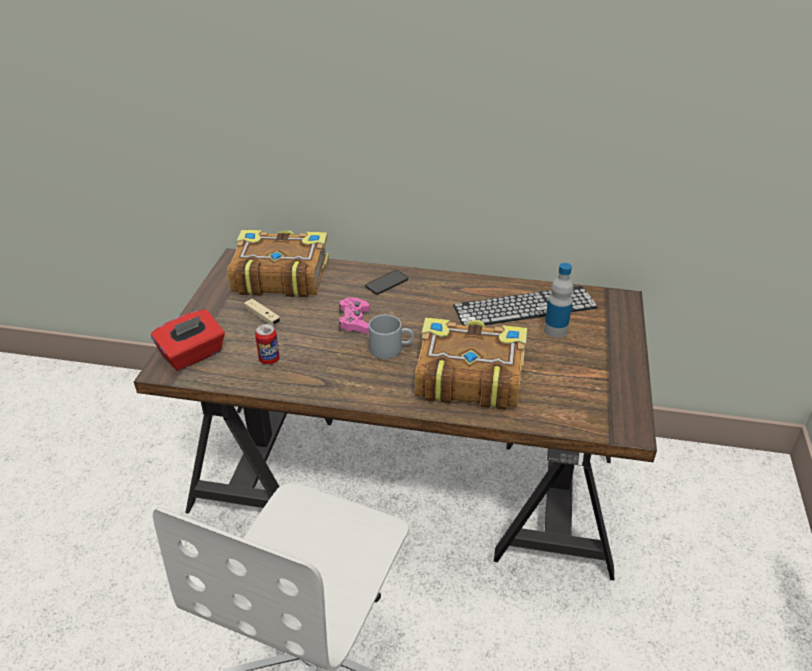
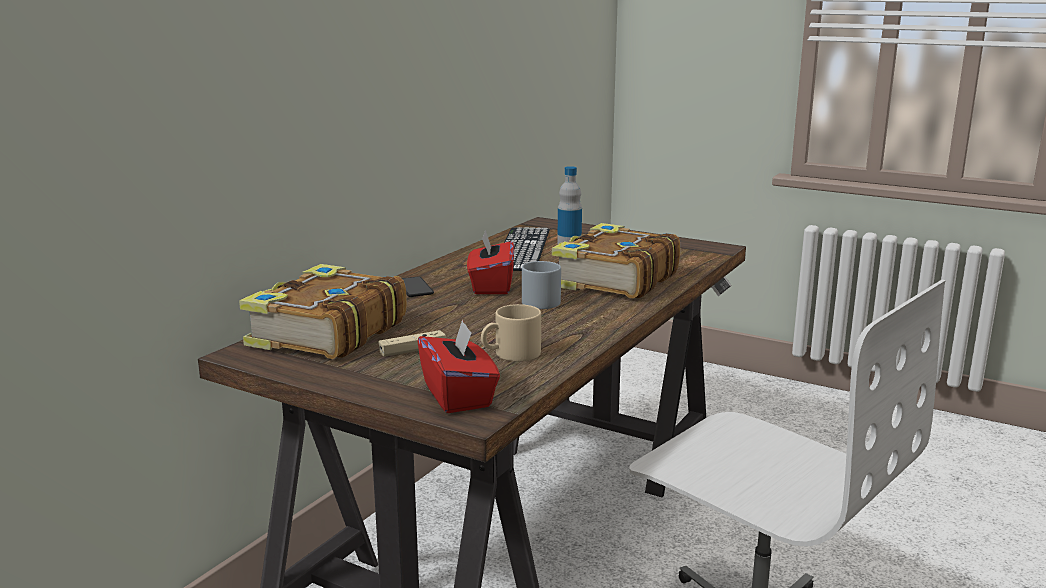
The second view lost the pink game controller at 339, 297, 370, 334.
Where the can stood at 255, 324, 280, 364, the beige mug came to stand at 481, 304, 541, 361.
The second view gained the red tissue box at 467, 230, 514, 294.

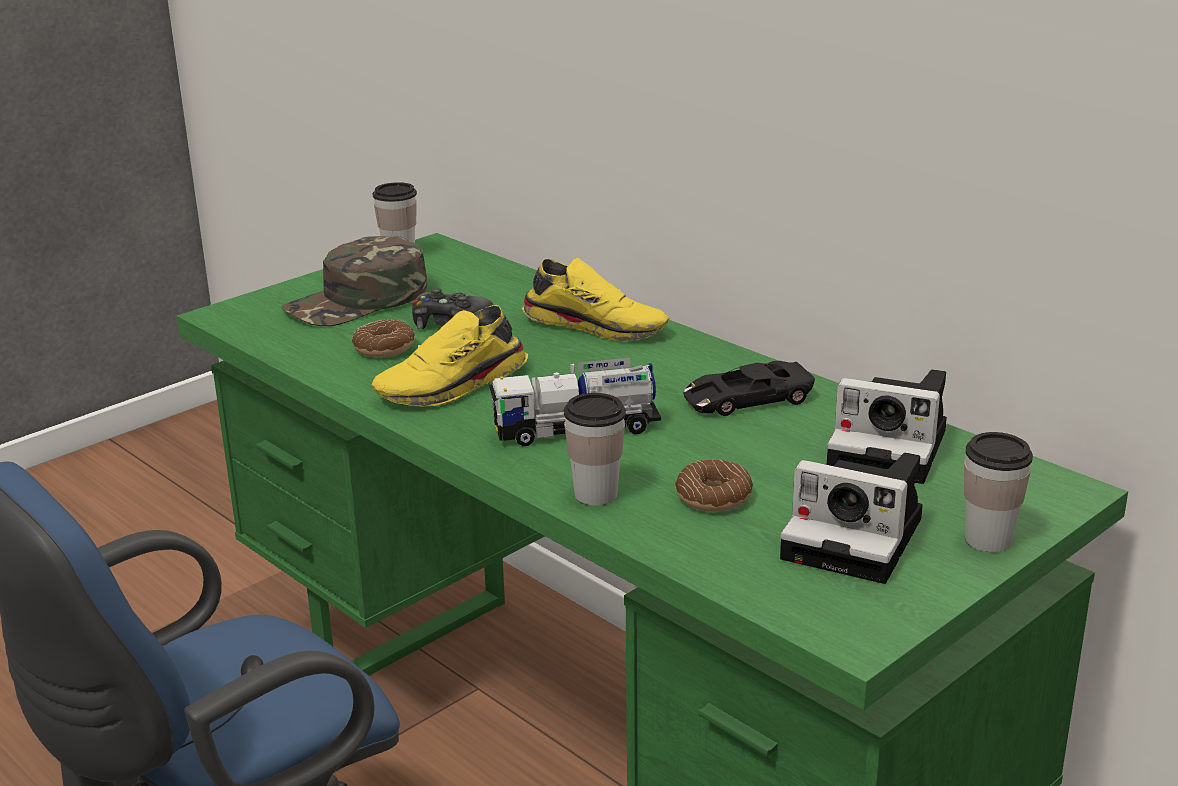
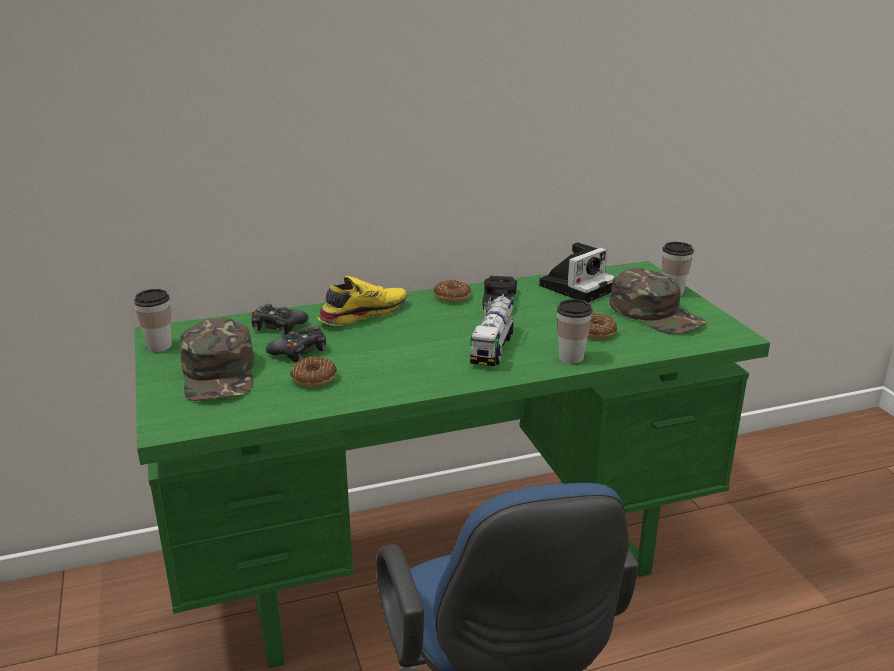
The second view lost the yellow shoe at 371, 305, 528, 407.
Where the photo camera stood at 780, 452, 923, 584, the green cap came to stand at 610, 268, 707, 334.
The second view gained the donut at 434, 280, 471, 302.
The second view gained the black game controller at 252, 304, 308, 335.

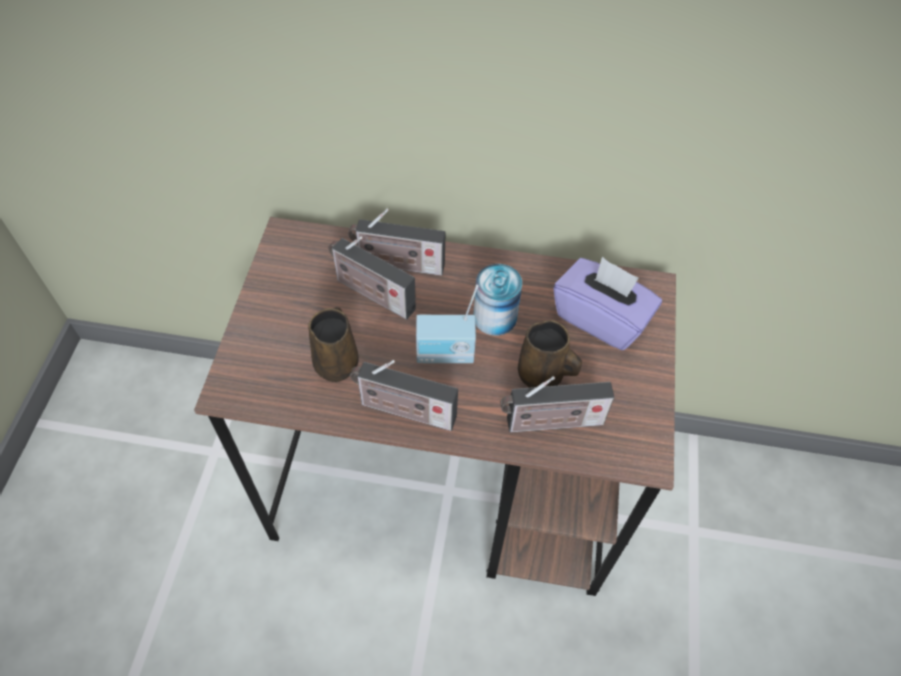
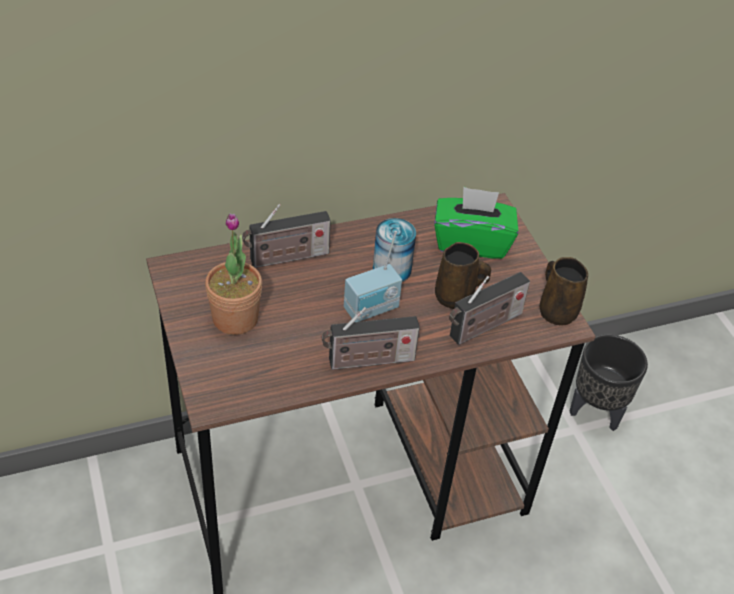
The second view lost the radio at 328, 236, 416, 320.
What was the purple tissue box at 554, 257, 662, 350 turned into the green tissue box at 434, 187, 518, 259.
The brown mug ended up elsewhere, having gone from 308, 307, 359, 382 to 540, 257, 588, 326.
The second view gained the potted plant at 205, 213, 262, 335.
The second view gained the black planter at 570, 334, 648, 431.

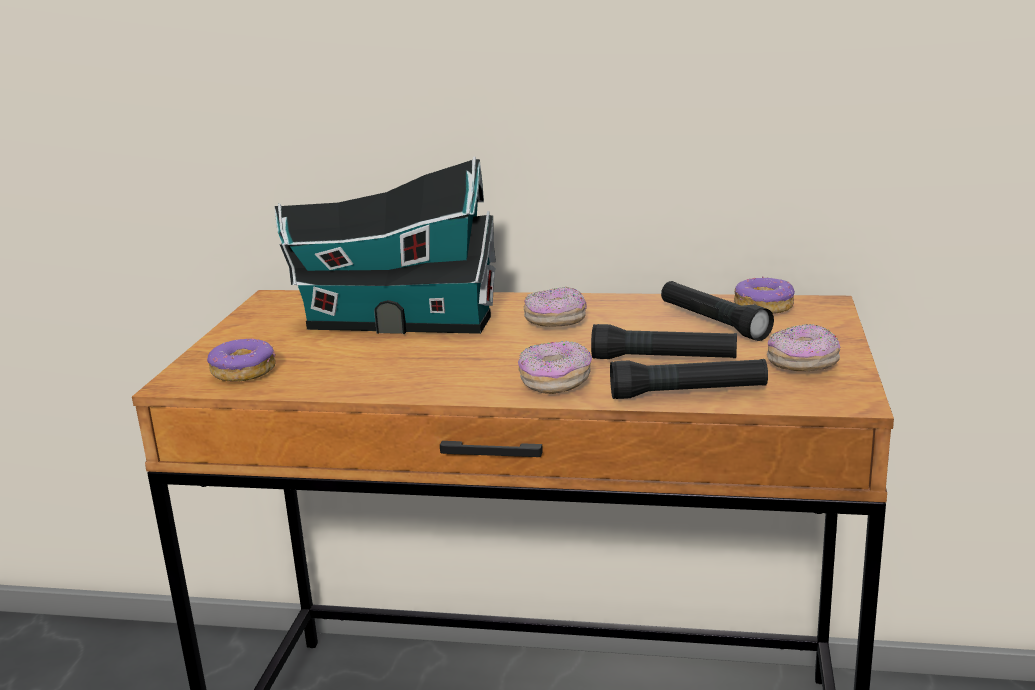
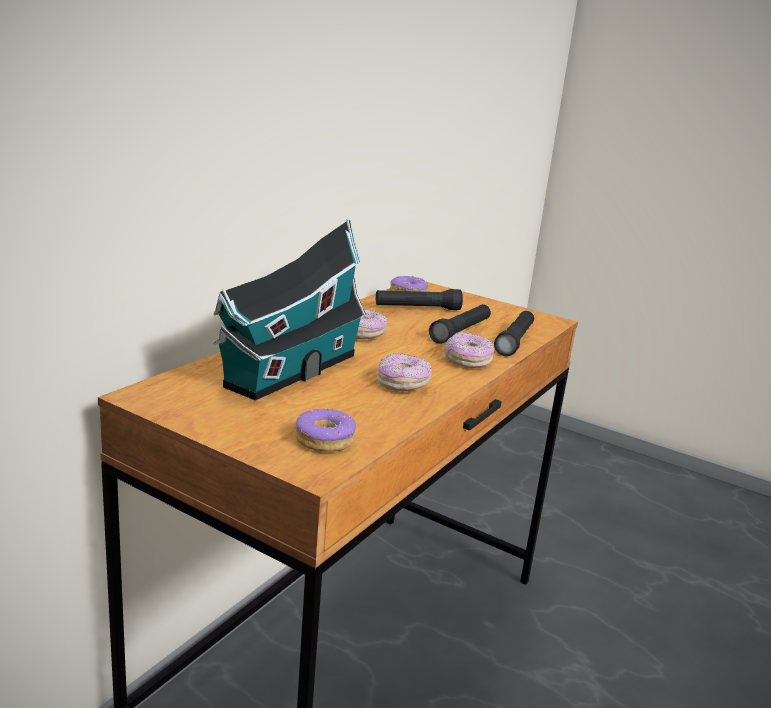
The donut ended up elsewhere, having gone from 767, 324, 841, 371 to 377, 353, 432, 391.

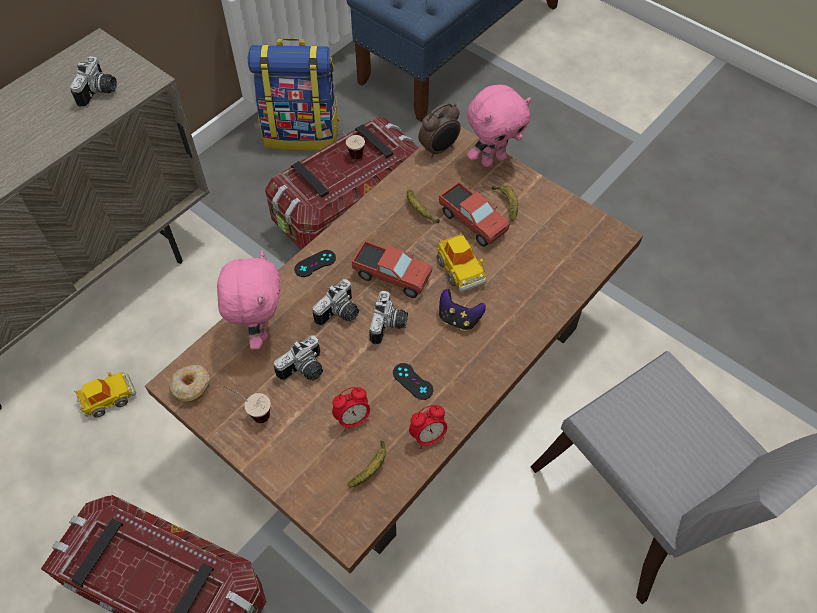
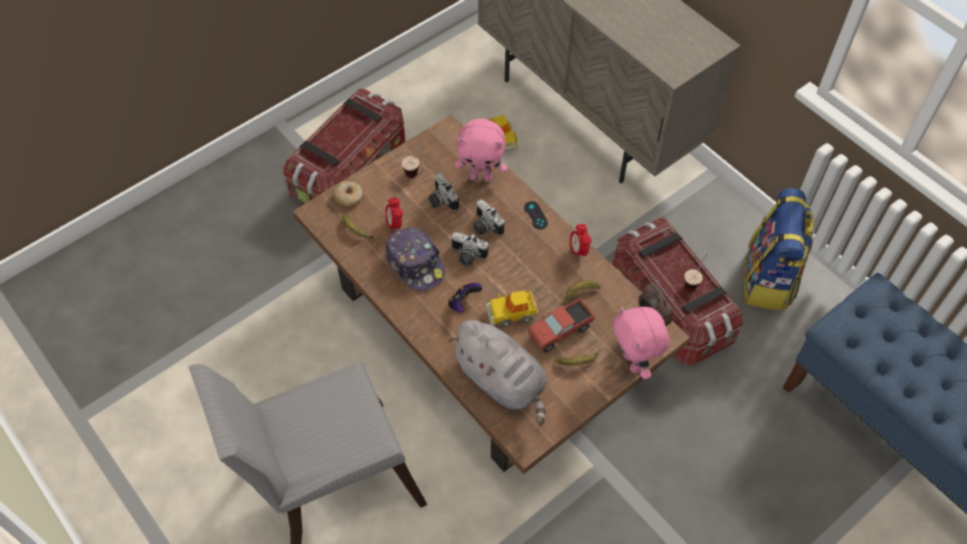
The second view lost the photo camera at 70, 56, 117, 108.
The second view lost the toy truck at 352, 241, 432, 298.
Where the black game controller stood at 393, 363, 433, 400, the cap came to stand at 385, 227, 445, 291.
The donut ended up elsewhere, having gone from 169, 365, 210, 404 to 333, 180, 363, 206.
The alarm clock ended up elsewhere, having gone from 409, 405, 447, 449 to 570, 224, 591, 260.
The second view gained the grey plush toy at 449, 320, 547, 425.

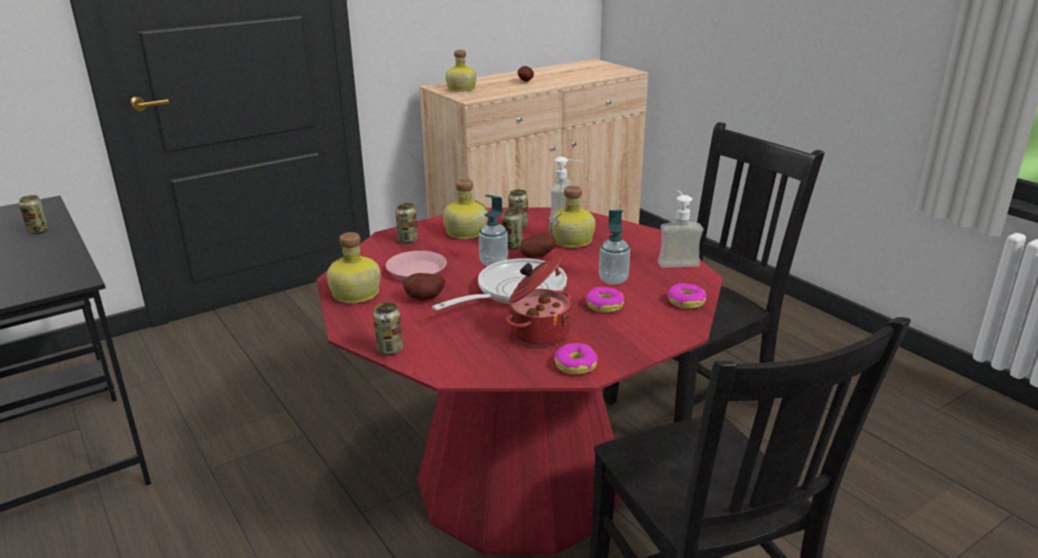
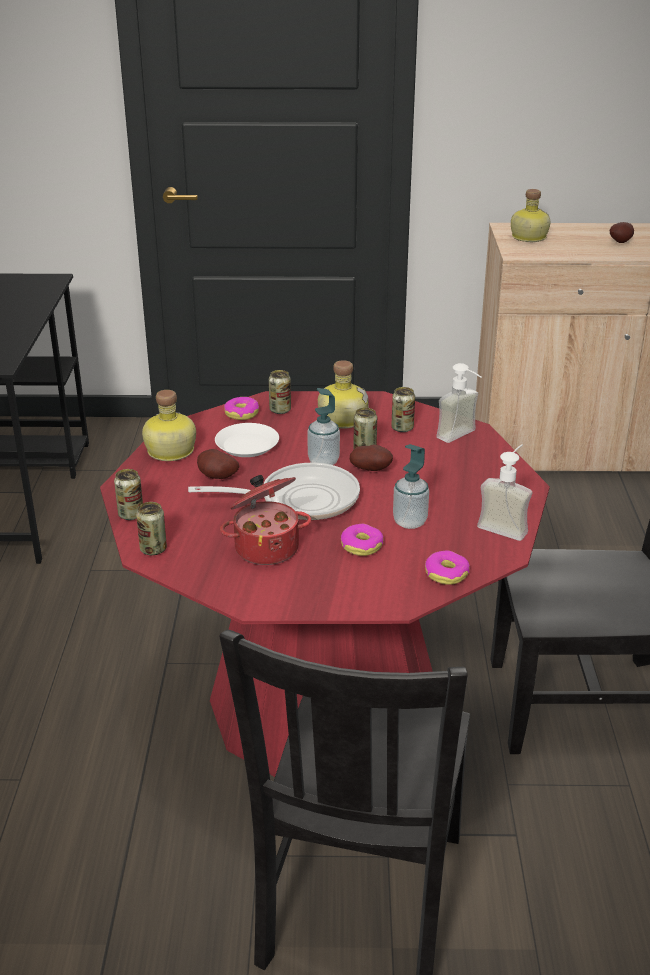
The second view lost the bottle at 549, 186, 596, 248.
The can ended up elsewhere, having gone from 19, 195, 49, 234 to 136, 502, 167, 555.
What was the pink plate at 386, 251, 447, 280 turned into the white plate at 215, 423, 279, 457.
The donut ended up elsewhere, having gone from 554, 343, 598, 375 to 224, 397, 259, 420.

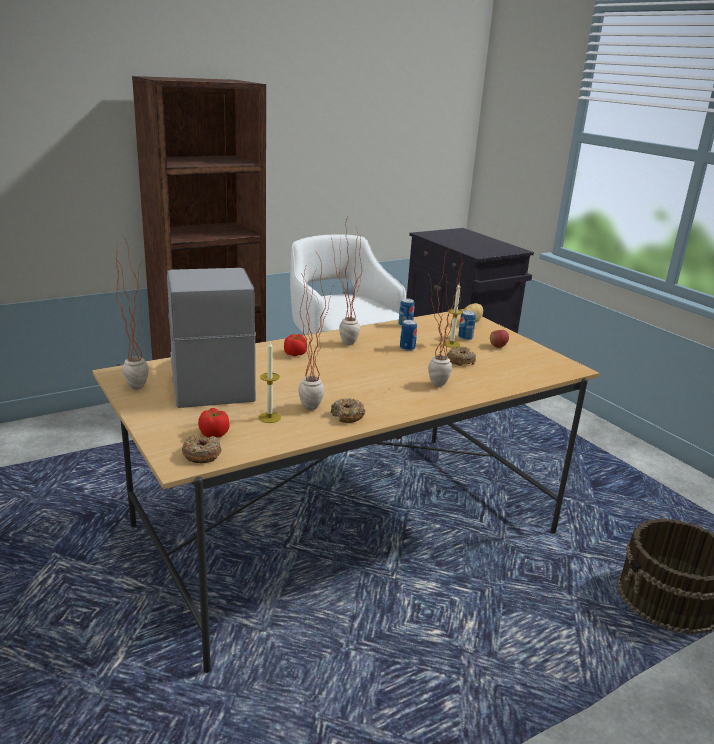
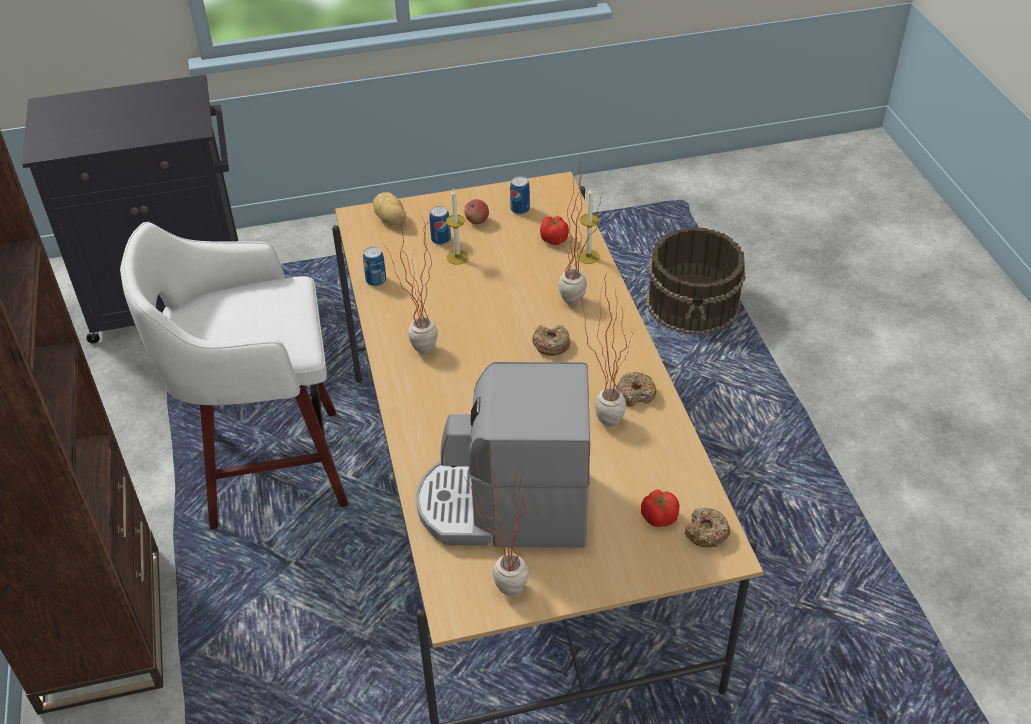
The can ended up elsewhere, having gone from 400, 320, 417, 351 to 510, 176, 530, 215.
The tomato ended up elsewhere, having gone from 284, 334, 306, 356 to 540, 216, 569, 245.
The candle ended up elsewhere, having gone from 259, 341, 281, 423 to 577, 188, 600, 264.
The donut ended up elsewhere, having gone from 447, 346, 476, 366 to 532, 325, 570, 356.

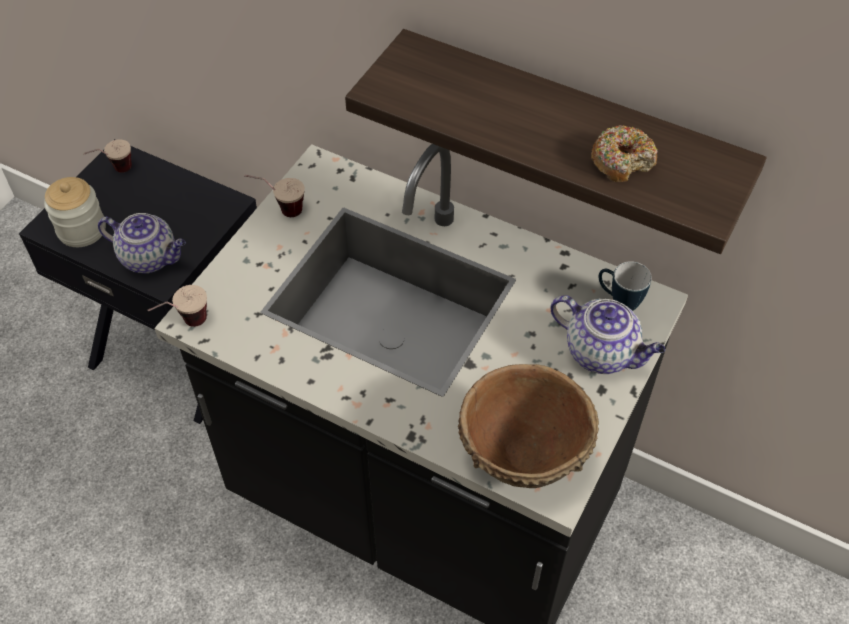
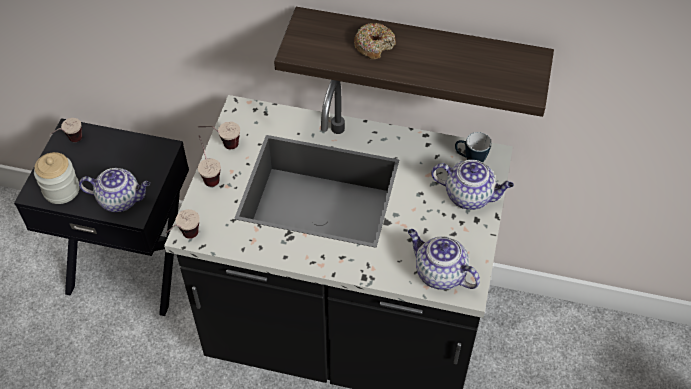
The donut ended up elsewhere, having gone from 591, 125, 658, 182 to 354, 23, 396, 60.
Where the brown bowl stood at 458, 364, 599, 488, the teapot came to stand at 408, 229, 480, 290.
The second view gained the cup at 198, 135, 221, 187.

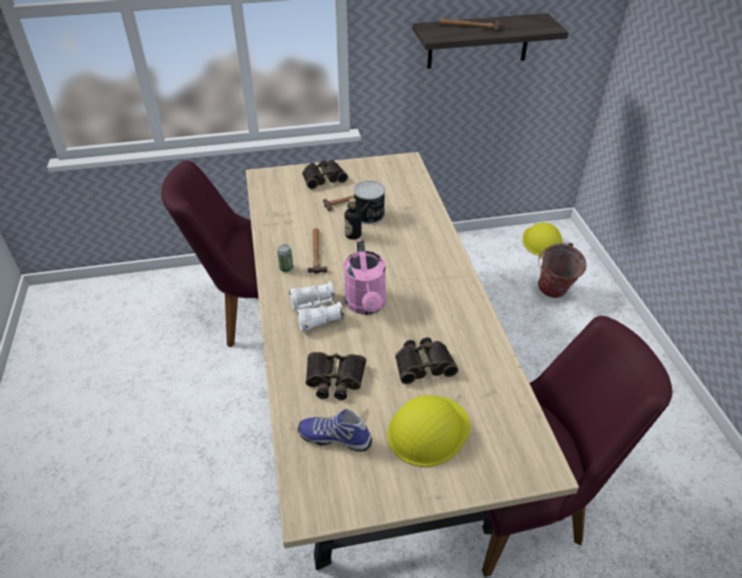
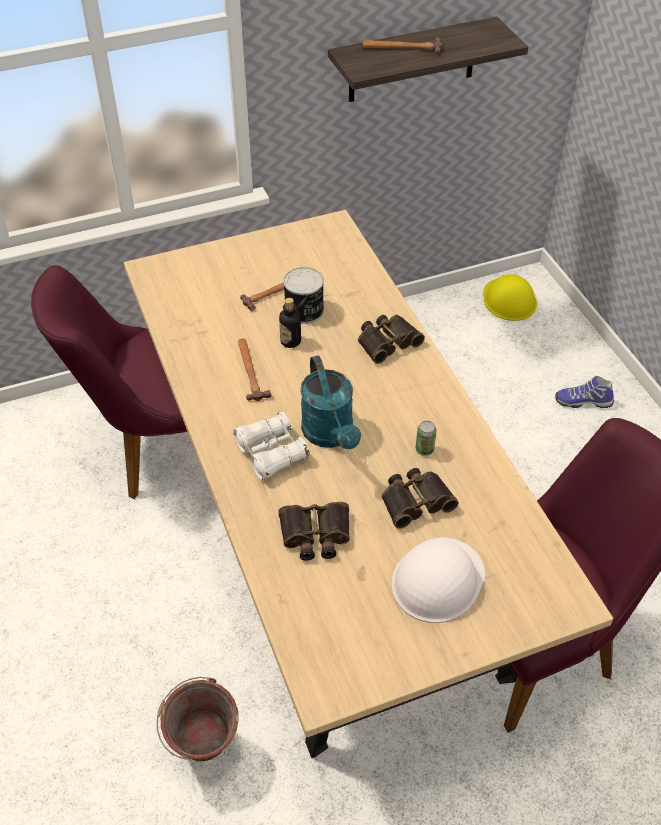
The binoculars ended up elsewhere, having gone from 302, 160, 348, 189 to 358, 315, 425, 364.
What was the pink watering can at 343, 239, 386, 315 turned into the turquoise watering can at 300, 355, 361, 449.
The bucket ended up elsewhere, having gone from 538, 243, 587, 298 to 157, 677, 239, 761.
The can ended up elsewhere, having gone from 277, 244, 293, 272 to 416, 421, 436, 456.
What was the yellow hard hat at 387, 395, 471, 467 turned into the white hard hat at 392, 538, 485, 623.
The shoe ended up elsewhere, having gone from 298, 409, 372, 451 to 555, 376, 614, 408.

